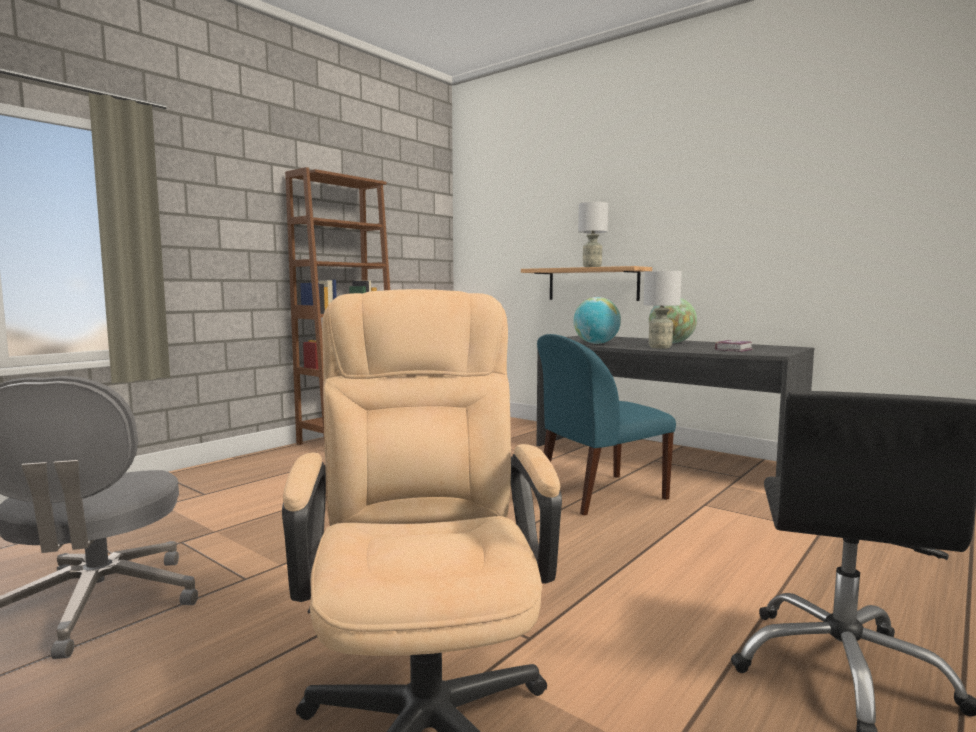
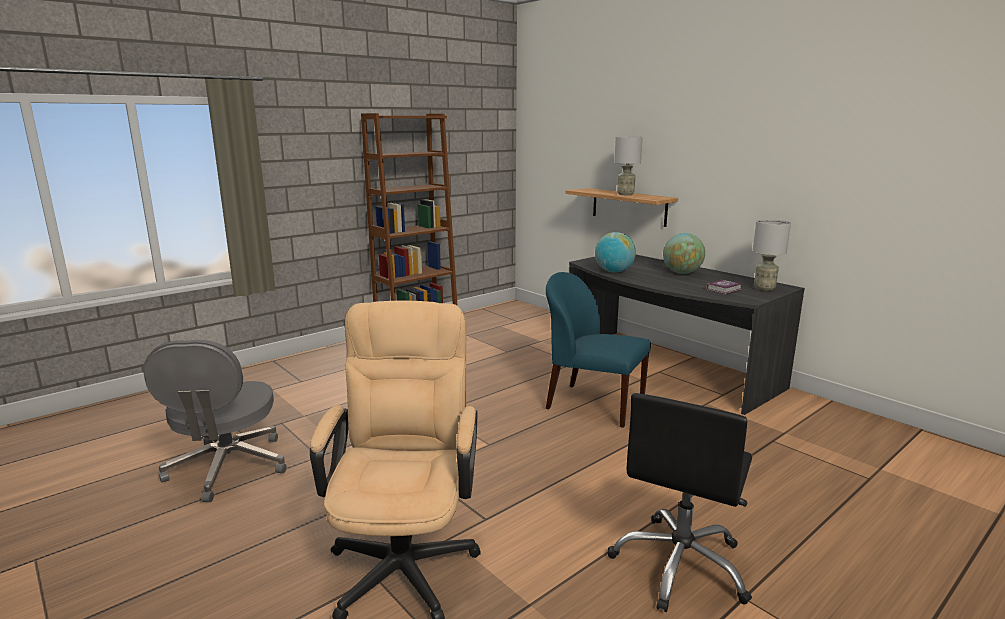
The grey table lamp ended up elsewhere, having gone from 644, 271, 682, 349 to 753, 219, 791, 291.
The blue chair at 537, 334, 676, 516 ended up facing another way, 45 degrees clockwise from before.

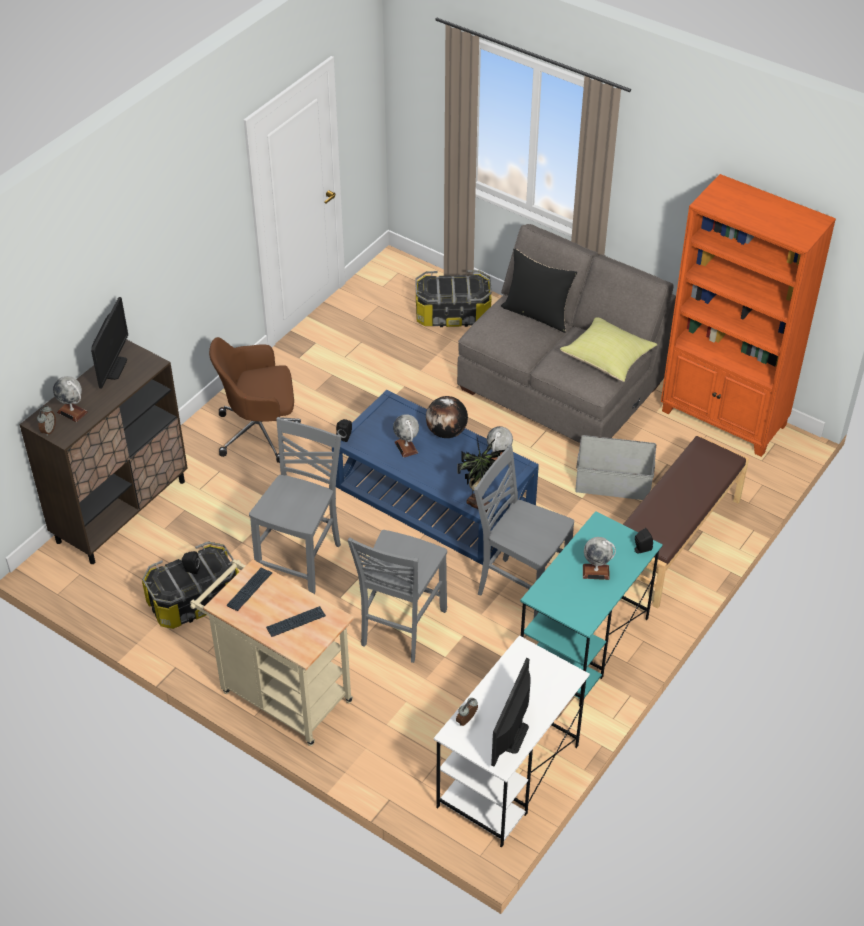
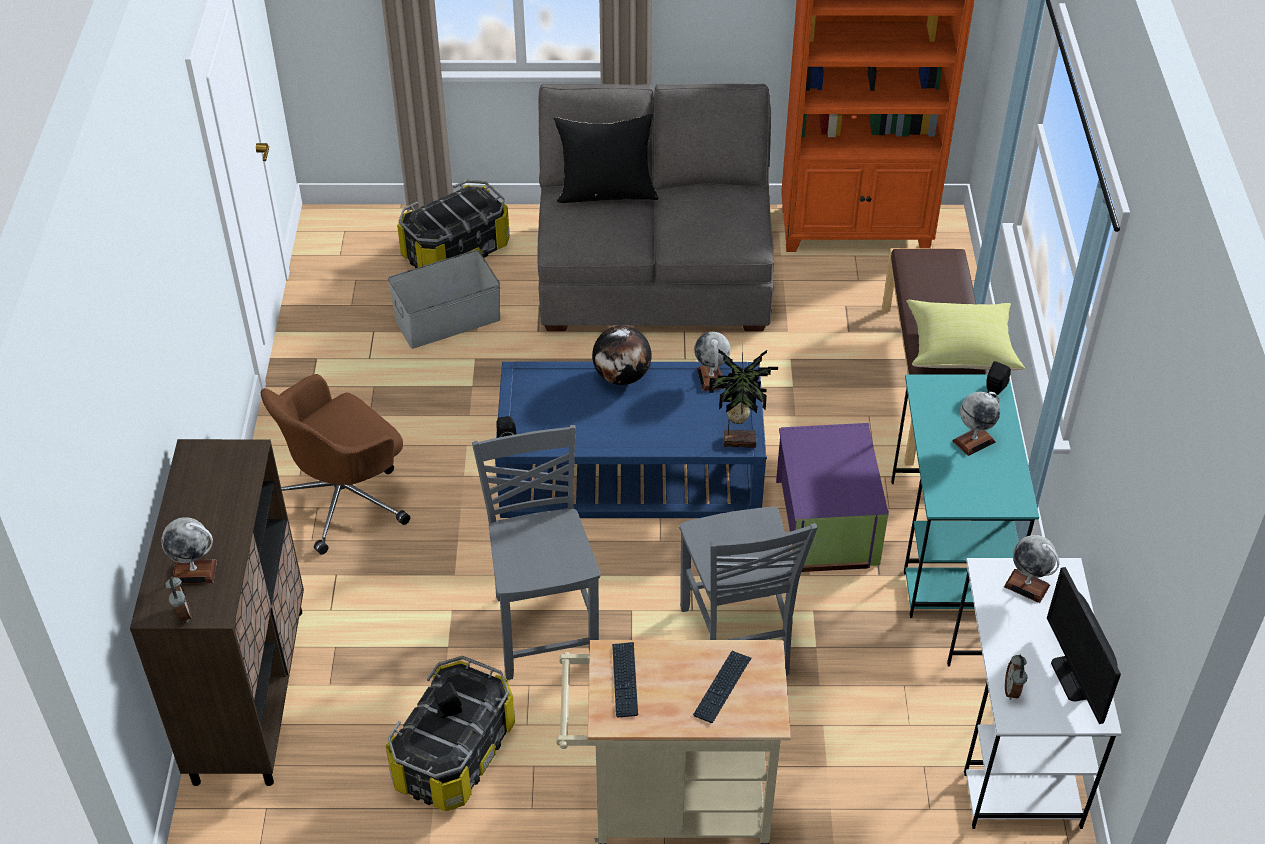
The second view lost the monitor at 91, 297, 128, 389.
The yellow pillow ended up elsewhere, having gone from 560, 317, 658, 382 to 906, 300, 1025, 370.
The globe ended up elsewhere, having gone from 393, 414, 419, 458 to 1004, 535, 1060, 603.
The grey storage box ended up elsewhere, having gone from 575, 435, 656, 500 to 388, 250, 501, 349.
Where the grey chair stood at 474, 445, 574, 618, the purple storage box came to stand at 776, 423, 889, 572.

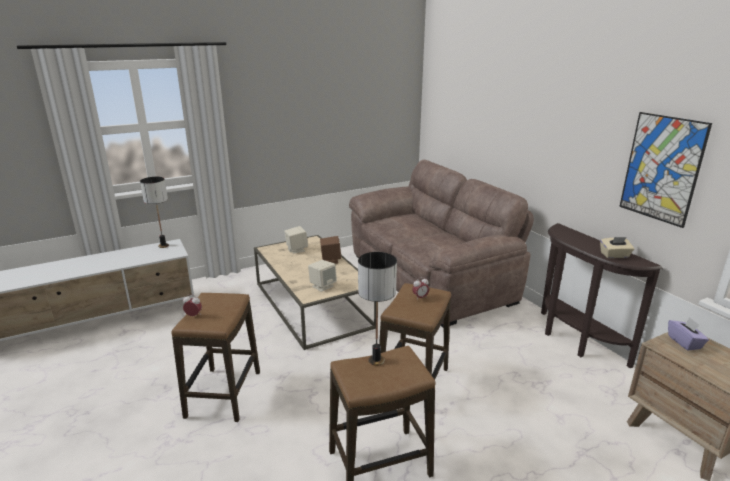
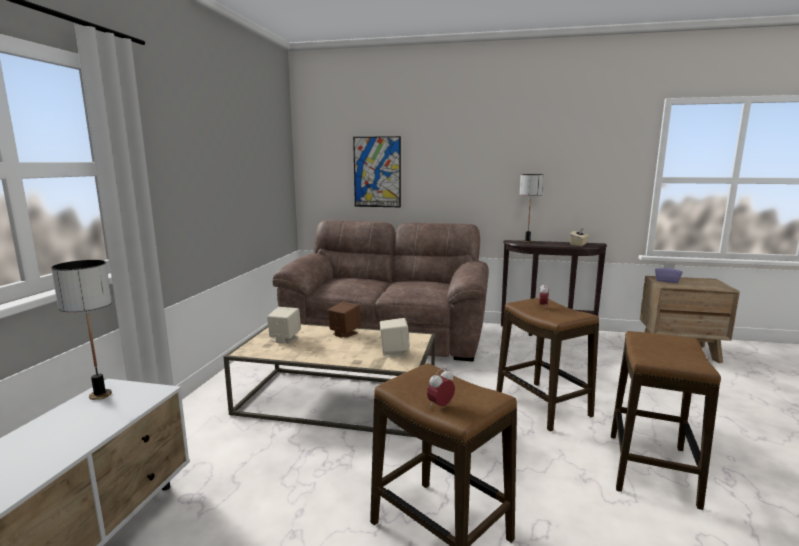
The picture ended up elsewhere, having gone from 619, 112, 712, 228 to 353, 136, 401, 207.
The table lamp ended up elsewhere, having gone from 358, 252, 397, 366 to 520, 174, 543, 243.

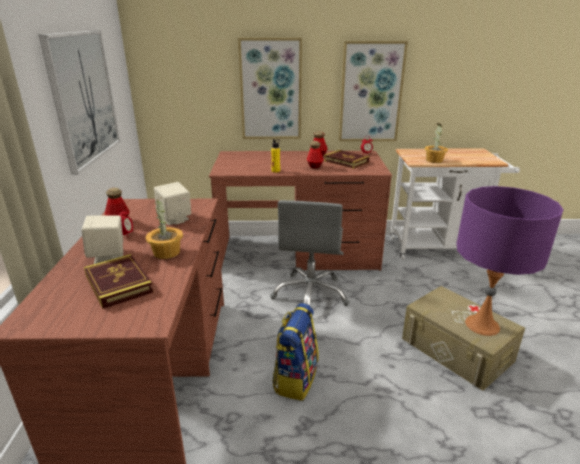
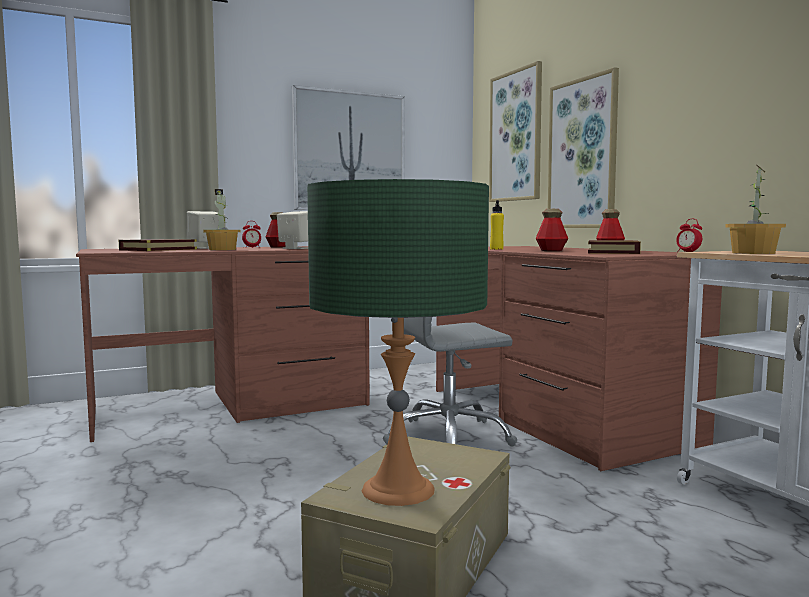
The picture ended up elsewhere, having gone from 339, 41, 408, 141 to 489, 61, 542, 202.
What was the purple table lamp at 456, 186, 564, 336 turned into the green table lamp at 307, 179, 489, 506.
The second view lost the backpack at 272, 303, 319, 401.

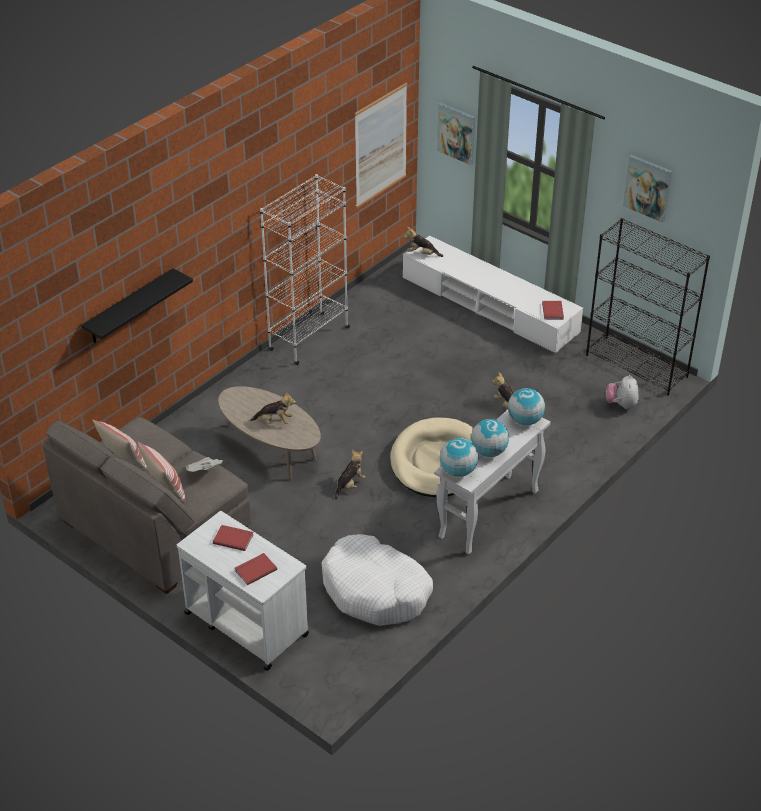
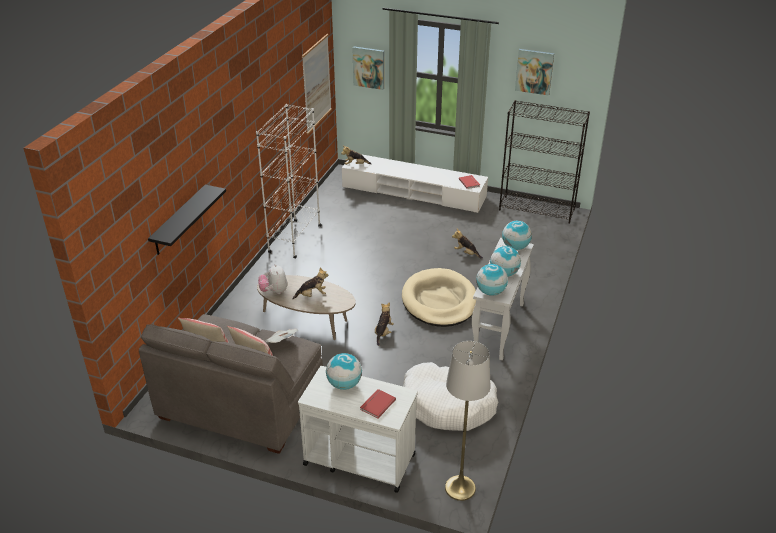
The plush toy ended up elsewhere, having gone from 606, 375, 639, 409 to 258, 264, 287, 294.
Where the red book stood at 213, 525, 254, 551, the globe came to stand at 326, 353, 362, 390.
The second view gained the grey floor lamp at 445, 341, 490, 501.

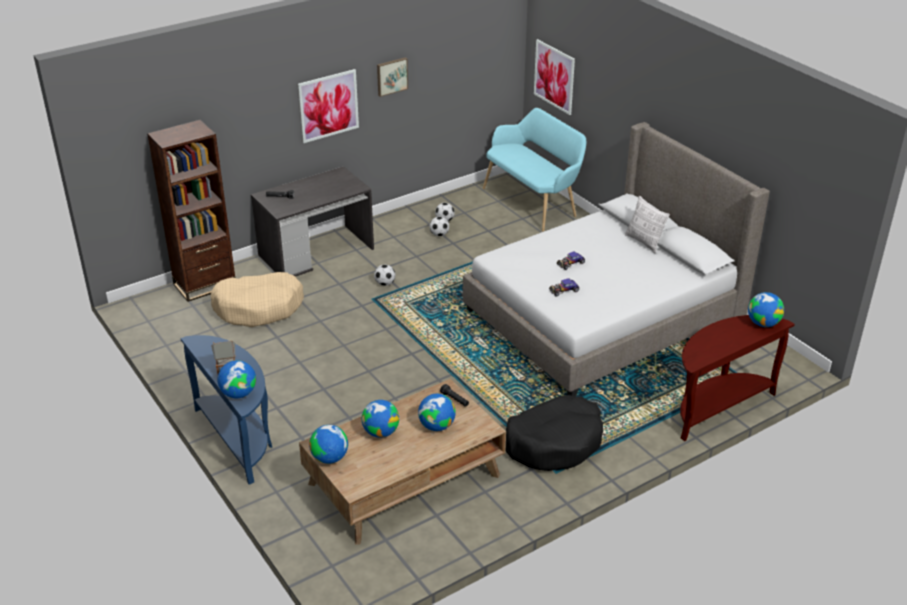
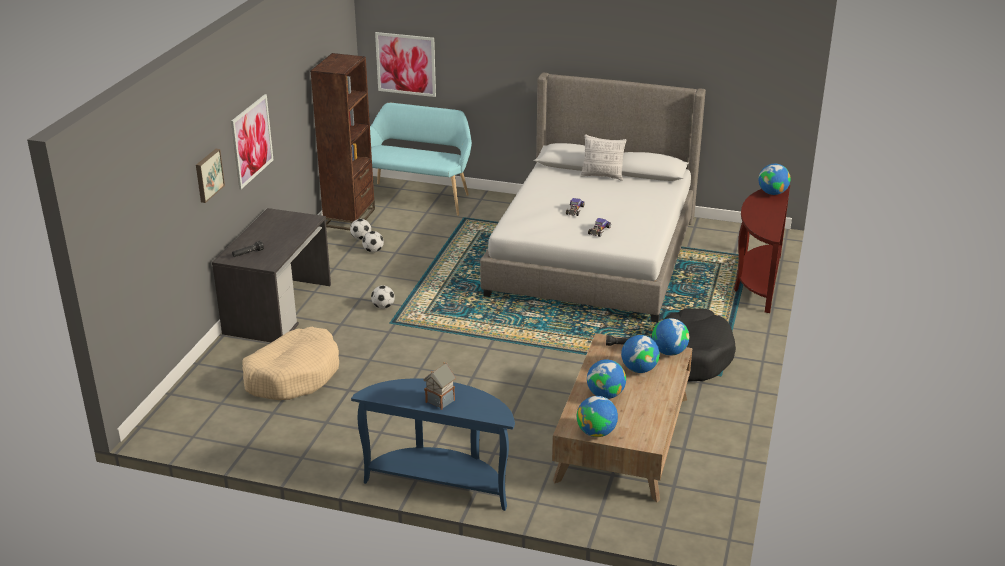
The picture ended up elsewhere, having gone from 377, 57, 408, 97 to 196, 149, 225, 203.
The brown bookcase ended up elsewhere, having gone from 147, 120, 236, 302 to 310, 53, 375, 230.
The globe ended up elsewhere, having gone from 217, 360, 256, 398 to 652, 318, 689, 356.

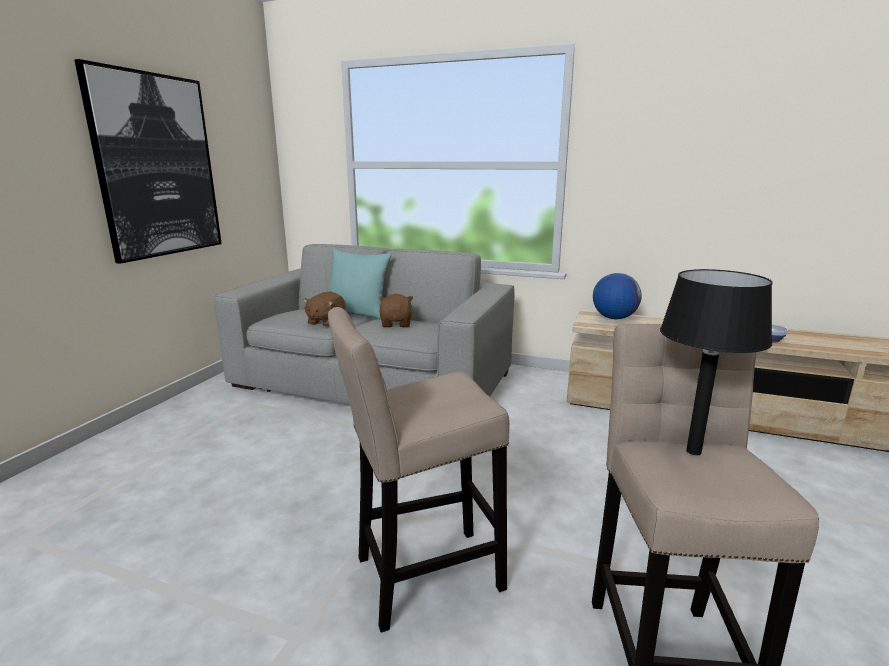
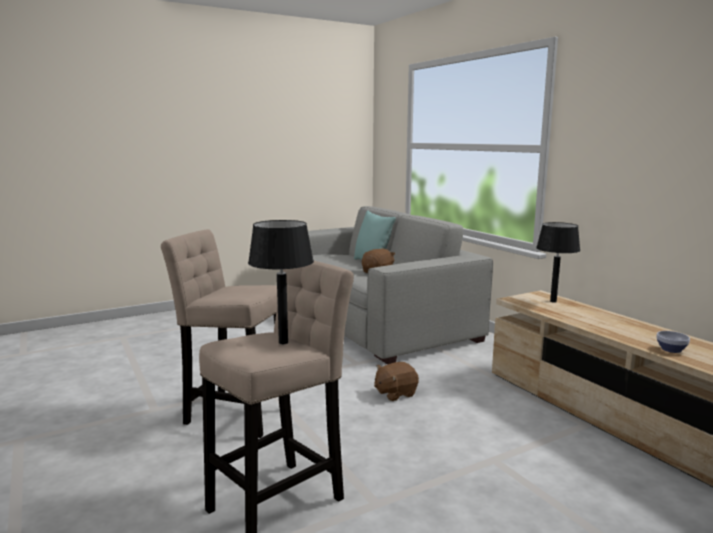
The second view lost the picture at 74, 59, 222, 264.
Where the globe stood at 593, 273, 642, 319, the black table lamp came to stand at 536, 222, 580, 303.
The brown plush toy ended up elsewhere, having gone from 303, 291, 345, 327 to 374, 362, 419, 401.

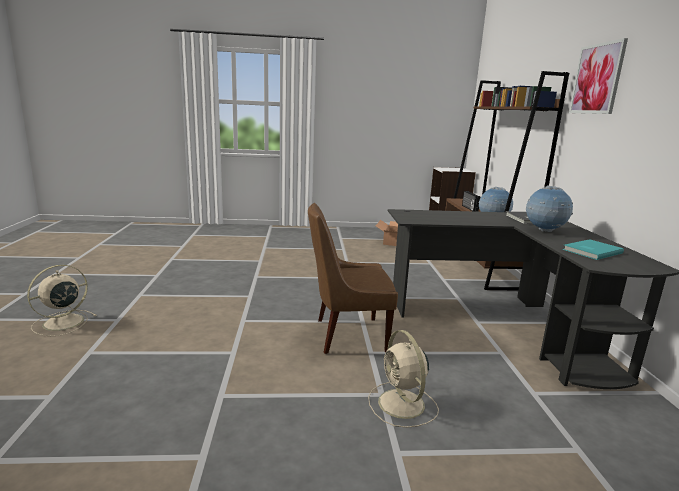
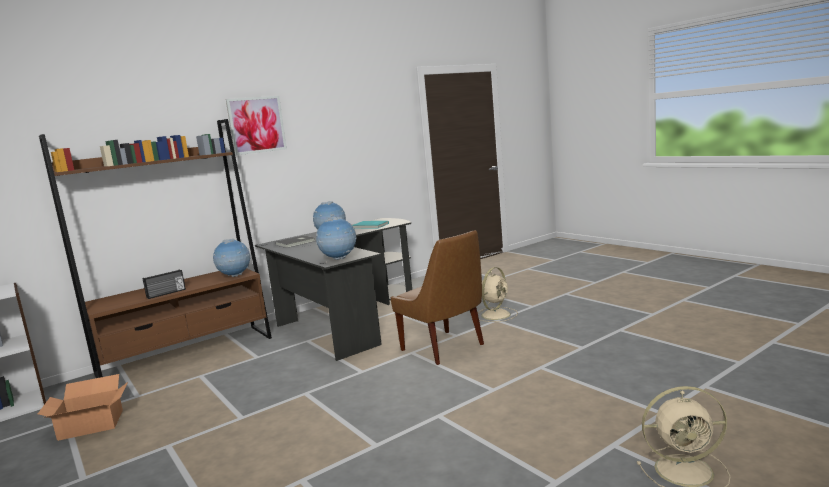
The second view gained the globe at 316, 217, 357, 260.

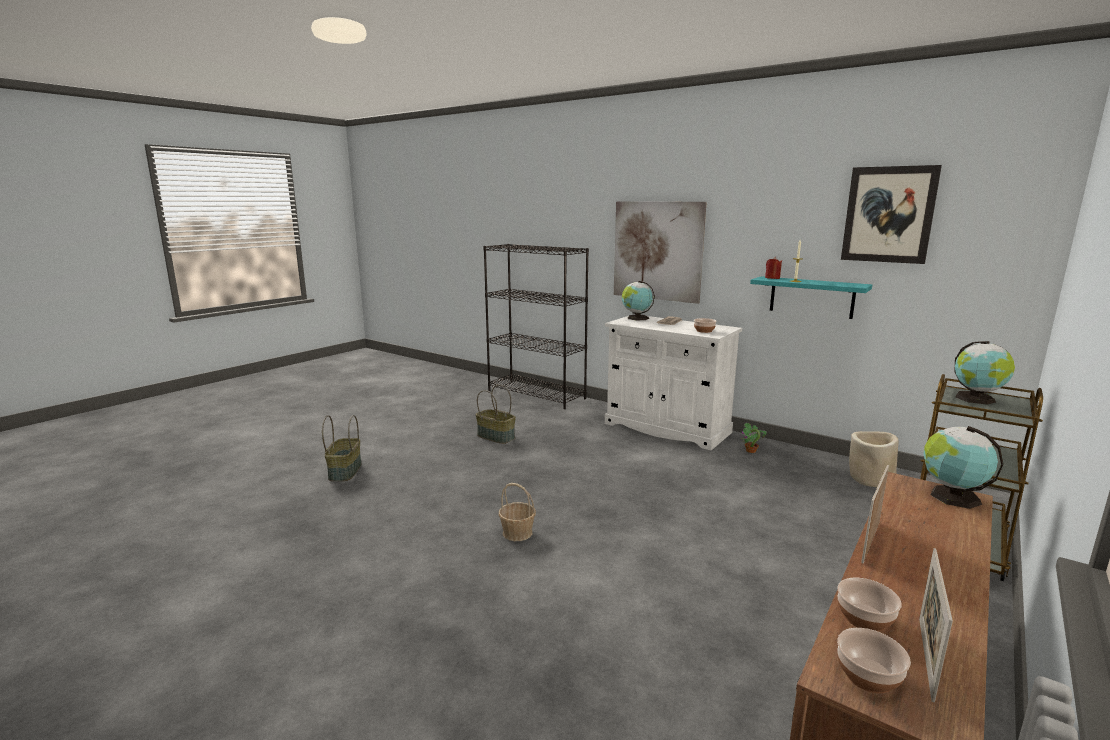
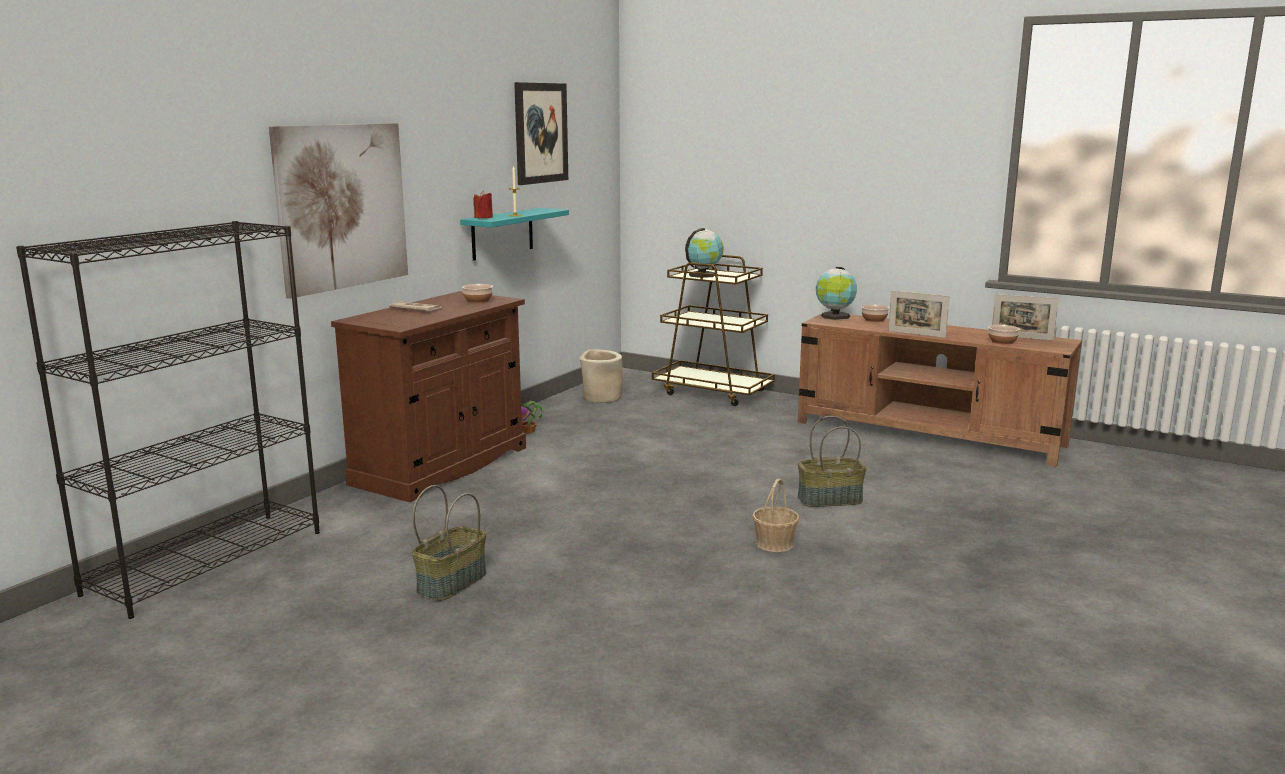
The second view lost the globe at 622, 281, 655, 320.
What was the white cabinet at 605, 314, 742, 451 turned into the brown cabinet at 331, 291, 526, 502.
The basket ended up elsewhere, having gone from 322, 415, 362, 481 to 798, 416, 866, 507.
The bowl ended up elsewhere, having gone from 837, 628, 911, 693 to 861, 304, 889, 322.

